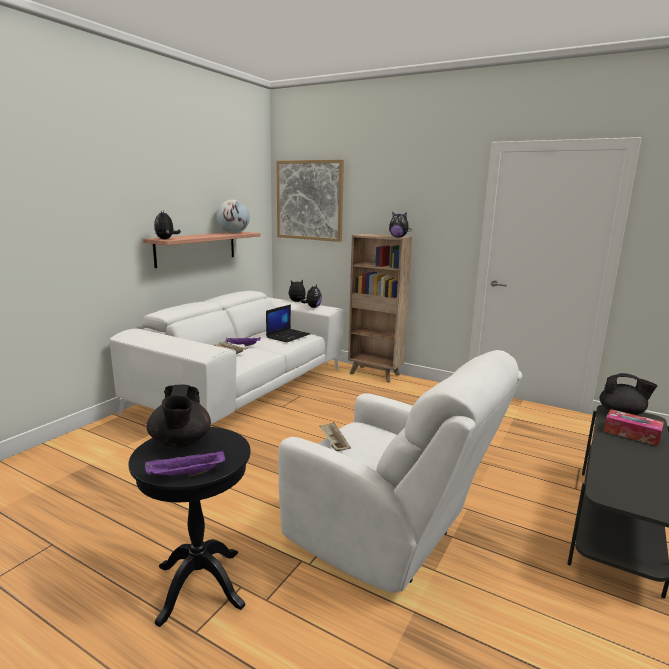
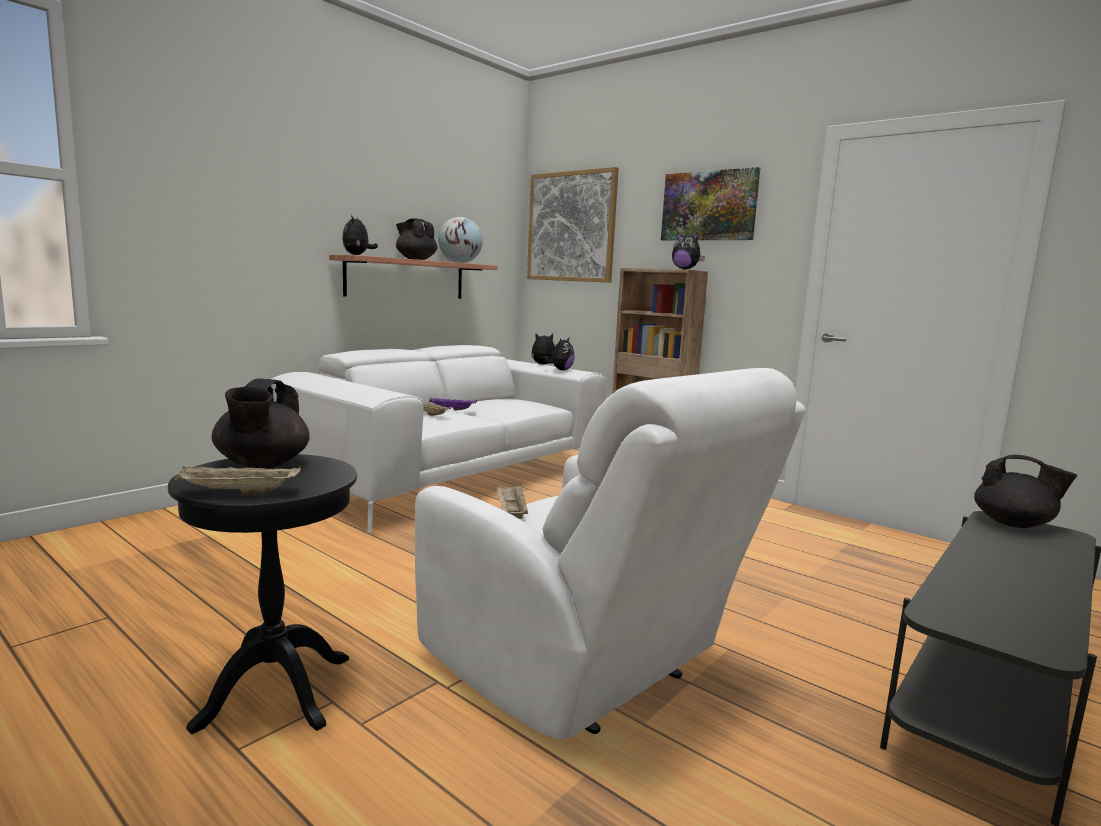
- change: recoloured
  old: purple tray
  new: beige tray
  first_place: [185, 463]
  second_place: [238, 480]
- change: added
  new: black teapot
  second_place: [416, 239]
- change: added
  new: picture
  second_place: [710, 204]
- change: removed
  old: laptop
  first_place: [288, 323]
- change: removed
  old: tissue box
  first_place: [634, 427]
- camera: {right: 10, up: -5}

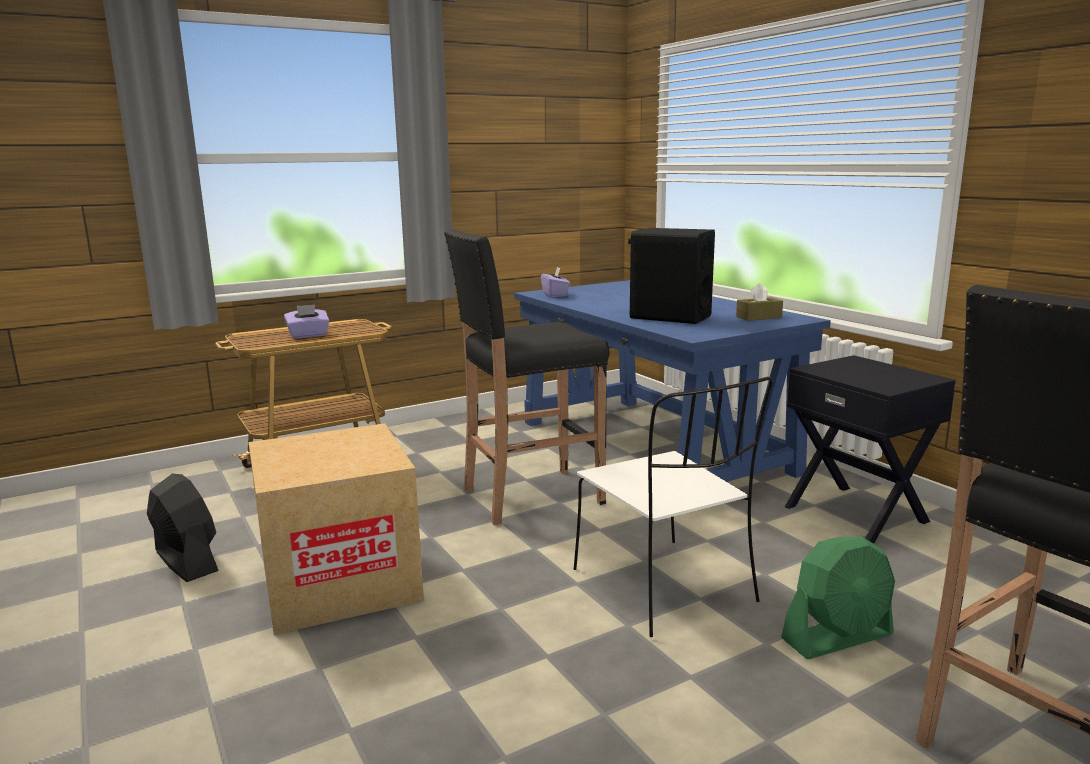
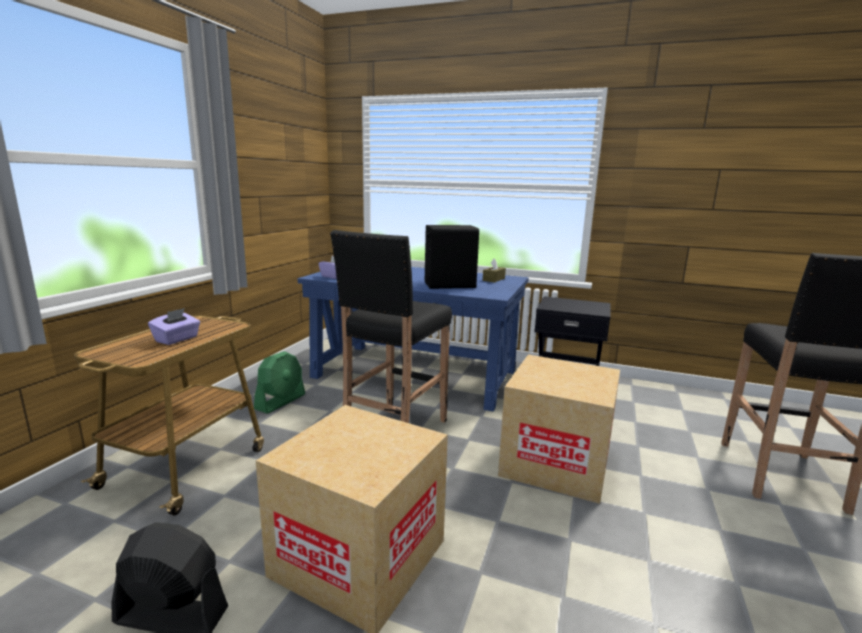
- change: moved
  old: green fan
  first_place: [838, 598]
  second_place: [279, 382]
- change: replaced
  old: white chair
  new: cardboard box
  first_place: [673, 507]
  second_place: [559, 429]
- camera: {right: -40, up: 0}

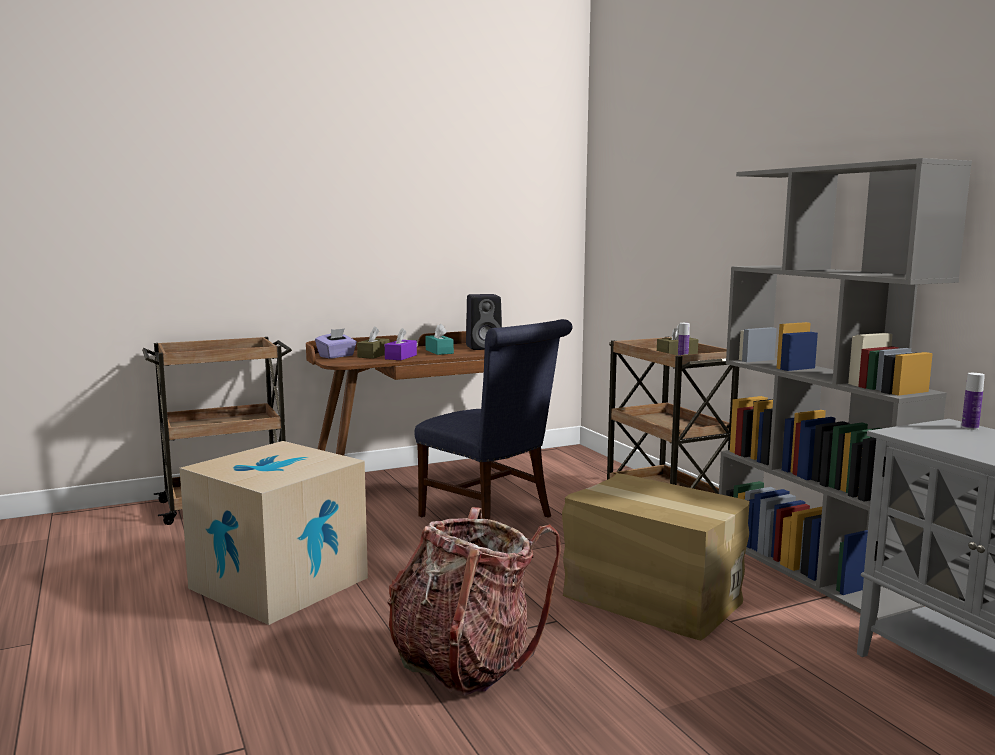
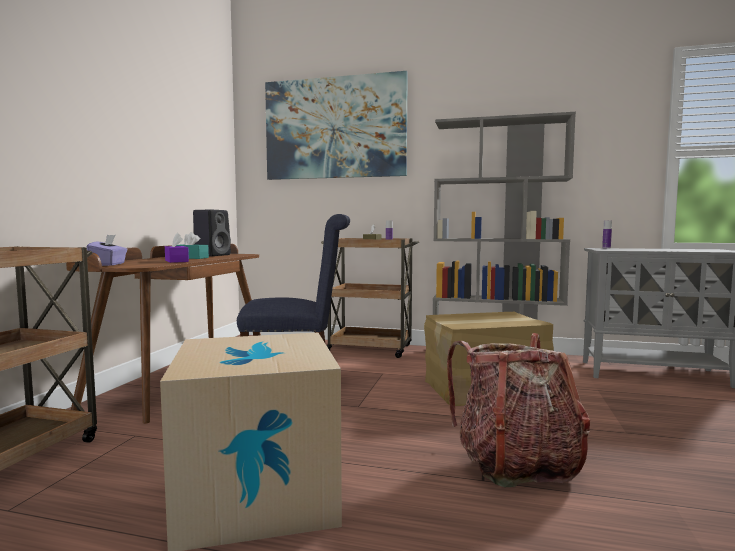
- change: added
  new: picture
  second_place: [336, 125]
- change: removed
  old: brown tissue box
  first_place: [373, 342]
- camera: {right: -50, up: -5}

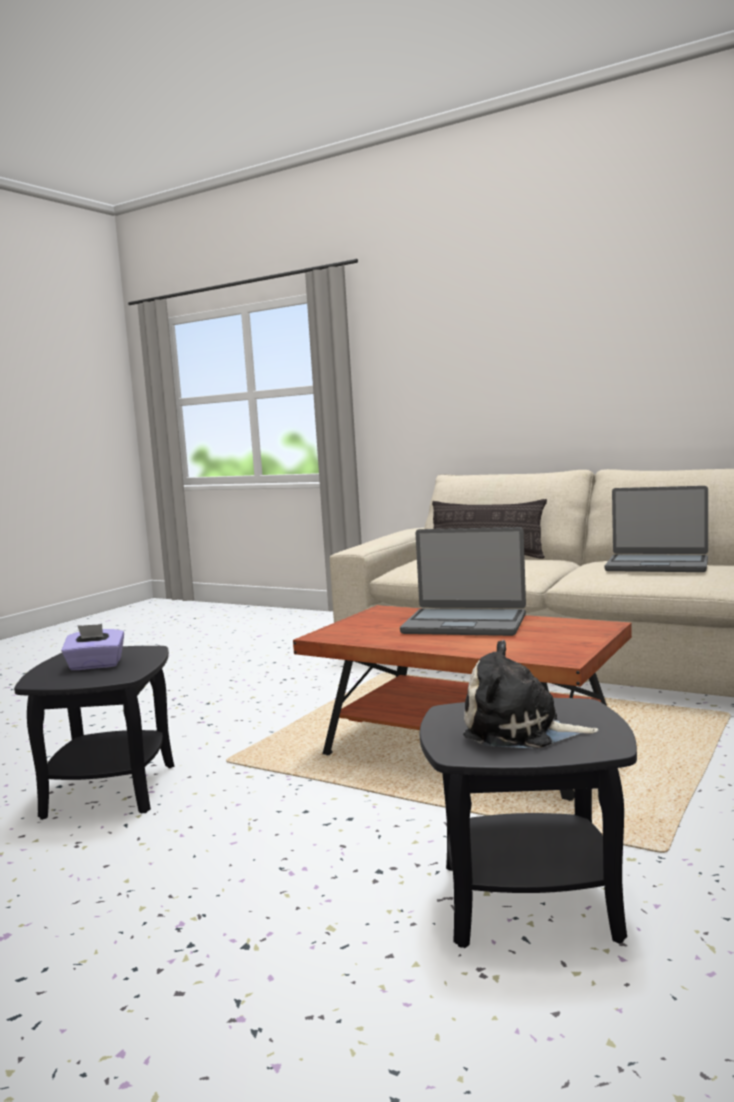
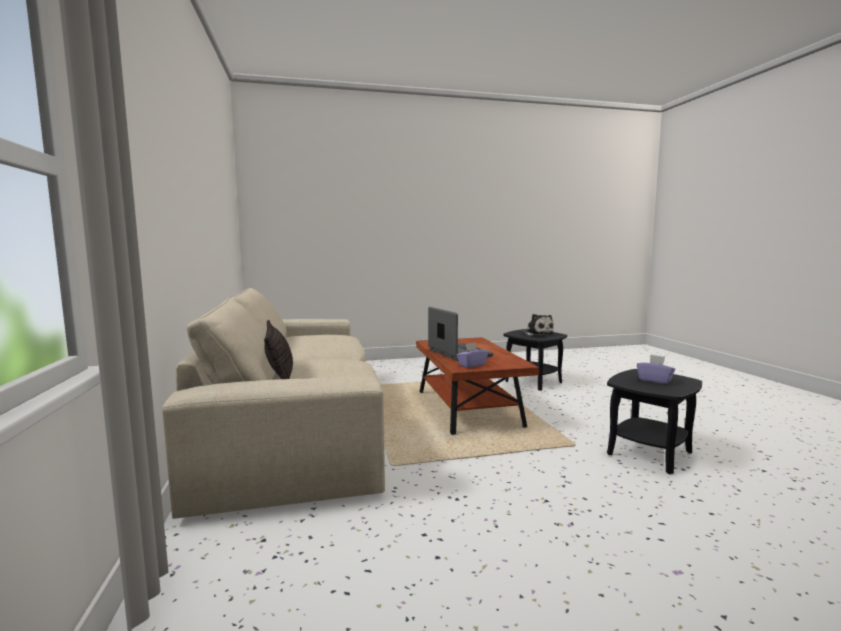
- change: added
  new: purple tissue box
  second_place: [472, 355]
- change: removed
  old: laptop
  first_place: [656, 529]
- camera: {right: -135, up: 0}

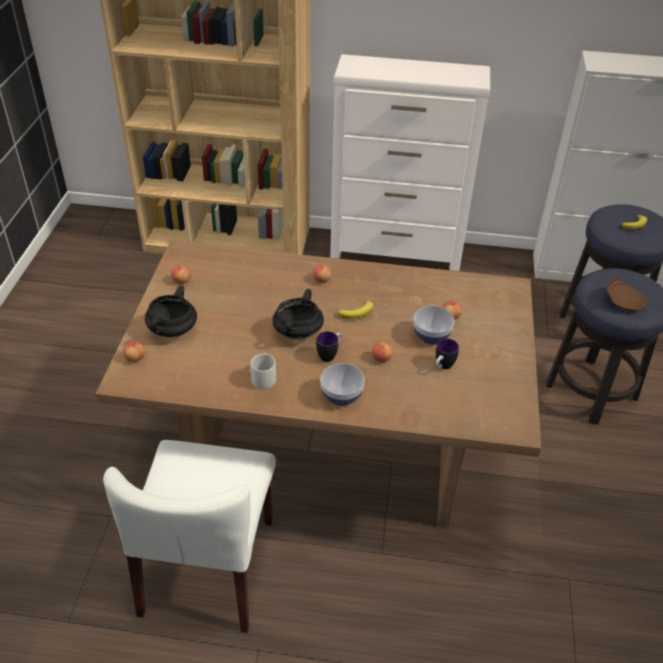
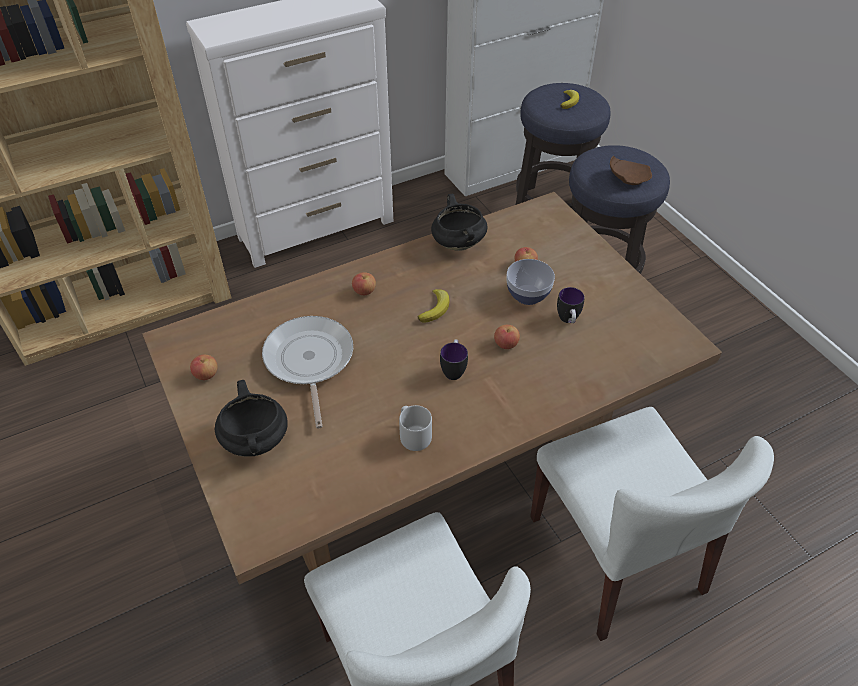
- change: added
  new: frying pan
  second_place: [307, 372]
- change: moved
  old: black cooking pot
  first_place: [298, 314]
  second_place: [459, 222]
- change: added
  new: white chair
  second_place: [652, 524]
- change: removed
  old: apple
  first_place: [134, 351]
- change: removed
  old: bowl
  first_place: [342, 384]
- camera: {right: -35, up: 5}

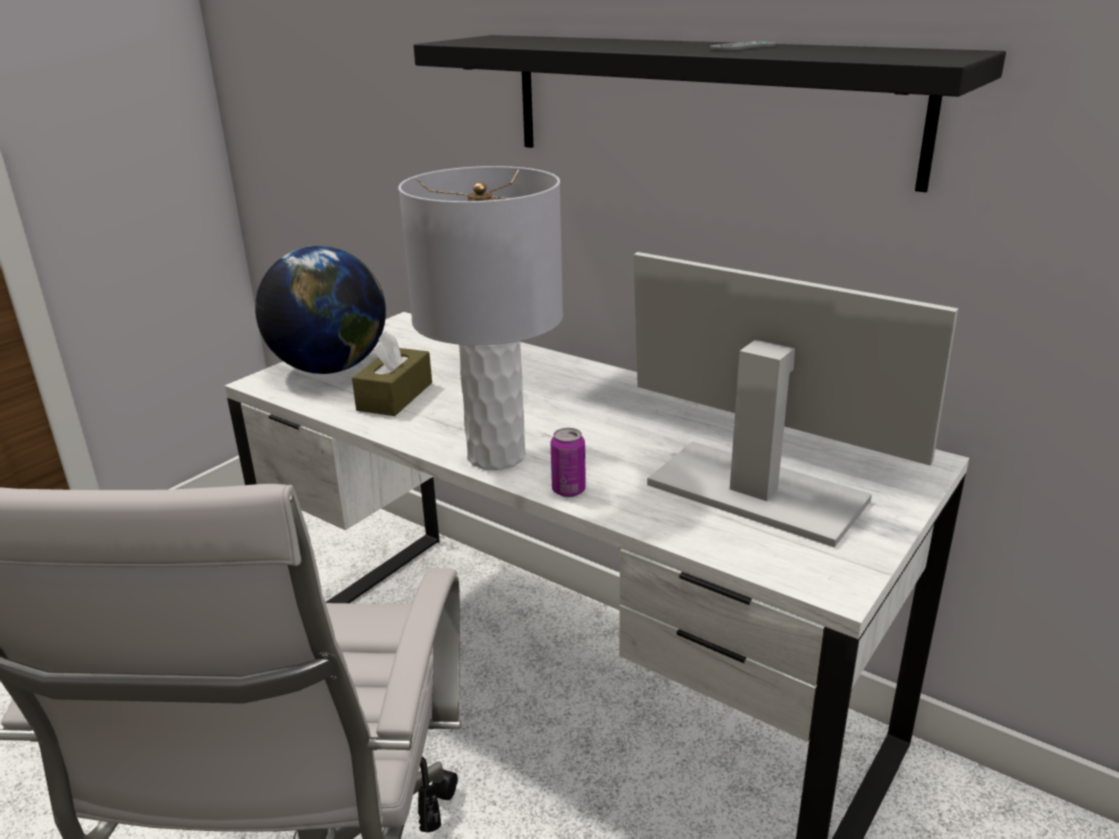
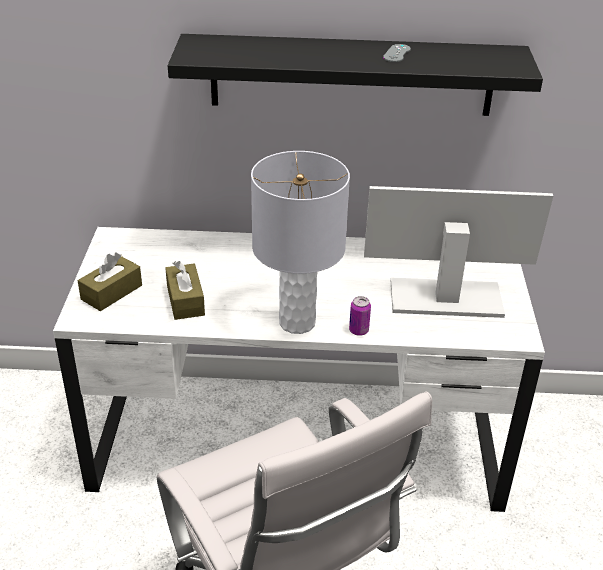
- change: replaced
  old: globe
  new: brown tissue box
  first_place: [320, 310]
  second_place: [110, 281]
- camera: {right: -35, up: 10}

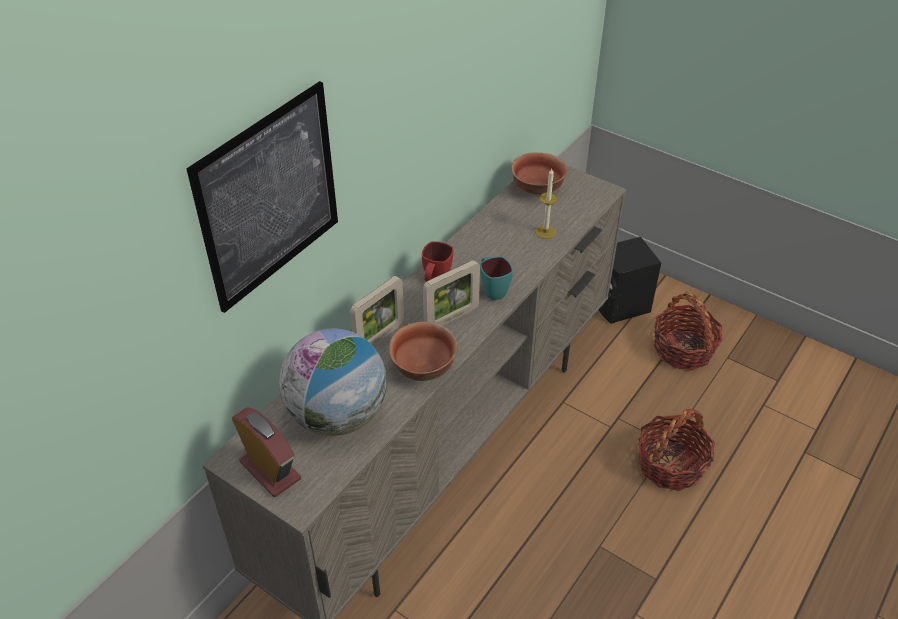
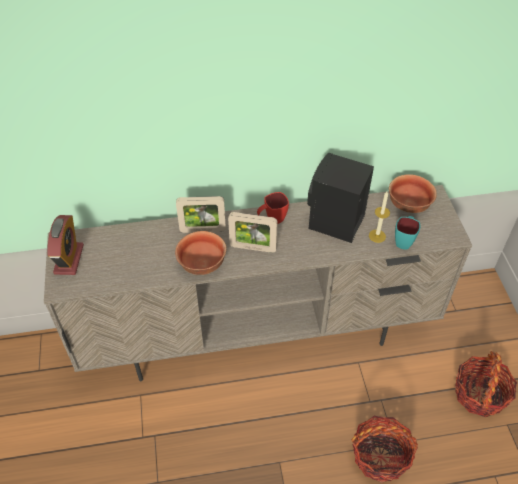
- change: moved
  old: black speaker
  first_place: [630, 280]
  second_place: [340, 198]
- change: moved
  old: turquoise mug
  first_place: [496, 278]
  second_place: [407, 233]
- change: removed
  old: picture
  first_place: [262, 197]
- change: removed
  old: globe
  first_place: [333, 382]
- camera: {right: 45, up: 5}

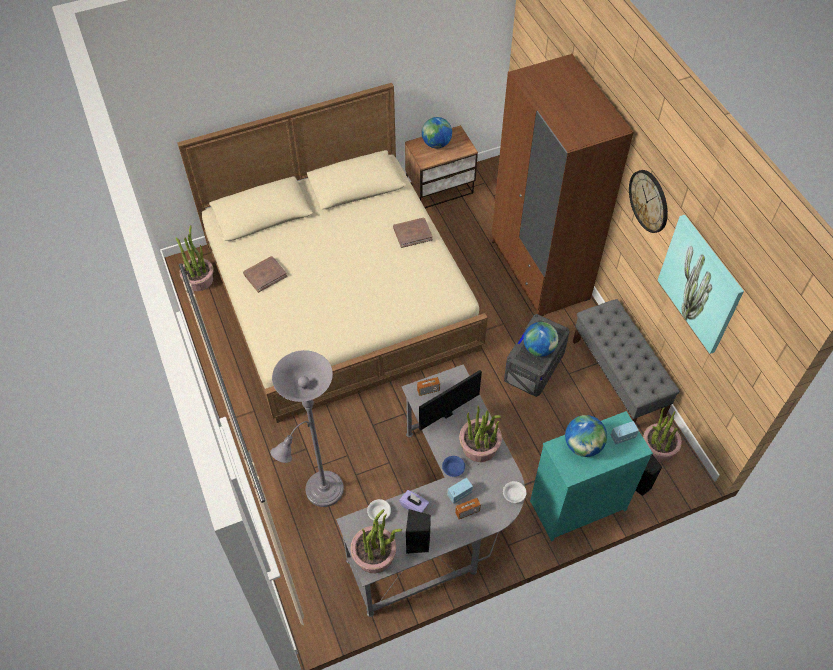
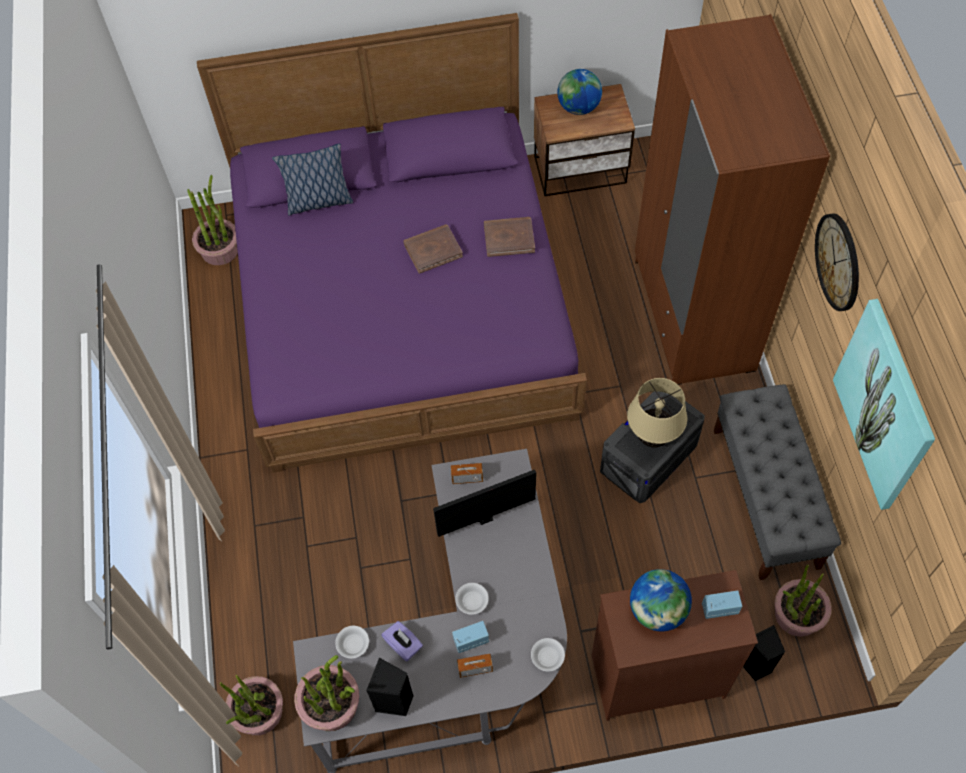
- change: recoloured
  old: beige bed
  new: purple bed
  first_place: [332, 253]
  second_place: [392, 243]
- change: moved
  old: potted plant
  first_place: [480, 434]
  second_place: [251, 705]
- change: added
  new: pillow
  second_place: [312, 180]
- change: moved
  old: brown book
  first_place: [265, 274]
  second_place: [433, 249]
- change: recoloured
  old: blue bowl
  new: white bowl
  first_place: [453, 466]
  second_place: [472, 599]
- change: recoloured
  old: turquoise dresser
  new: brown dresser
  first_place: [591, 476]
  second_place: [675, 645]
- change: replaced
  old: globe
  new: beige table lamp
  first_place: [540, 339]
  second_place: [657, 412]
- change: removed
  old: grey floor lamp
  first_place: [307, 428]
- camera: {right: 15, up: 5}

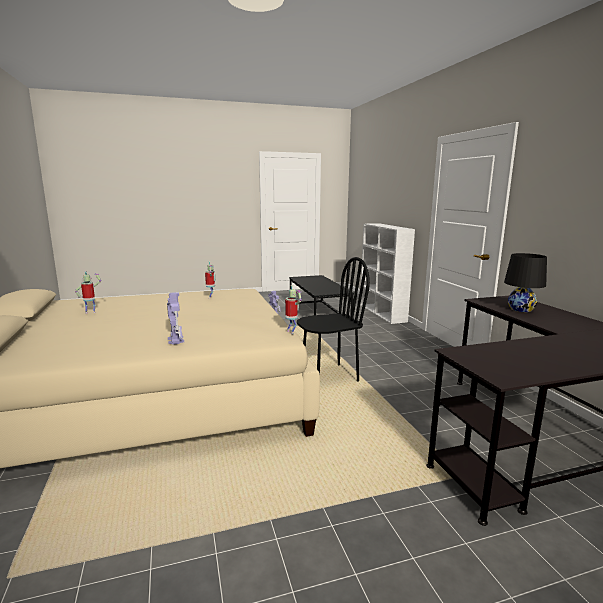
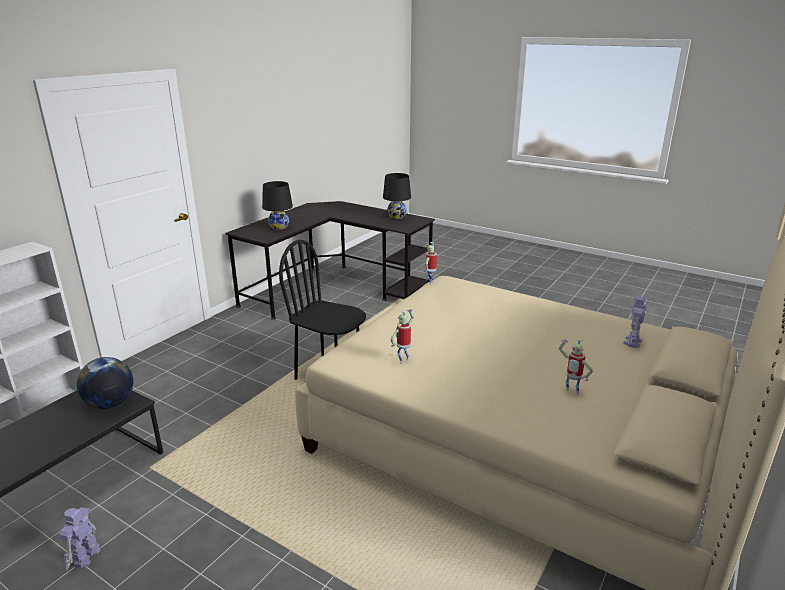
- change: added
  new: globe
  second_place: [105, 383]
- change: added
  new: black table lamp
  second_place: [397, 196]
- change: moved
  old: toy robot
  first_place: [175, 318]
  second_place: [634, 322]
- camera: {right: -130, up: 10}

